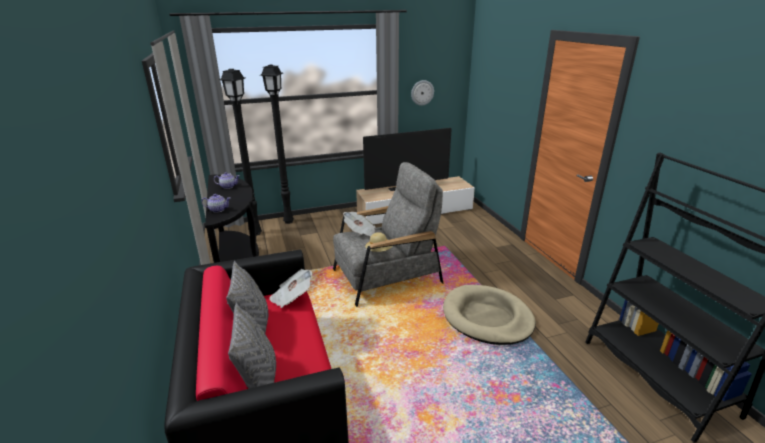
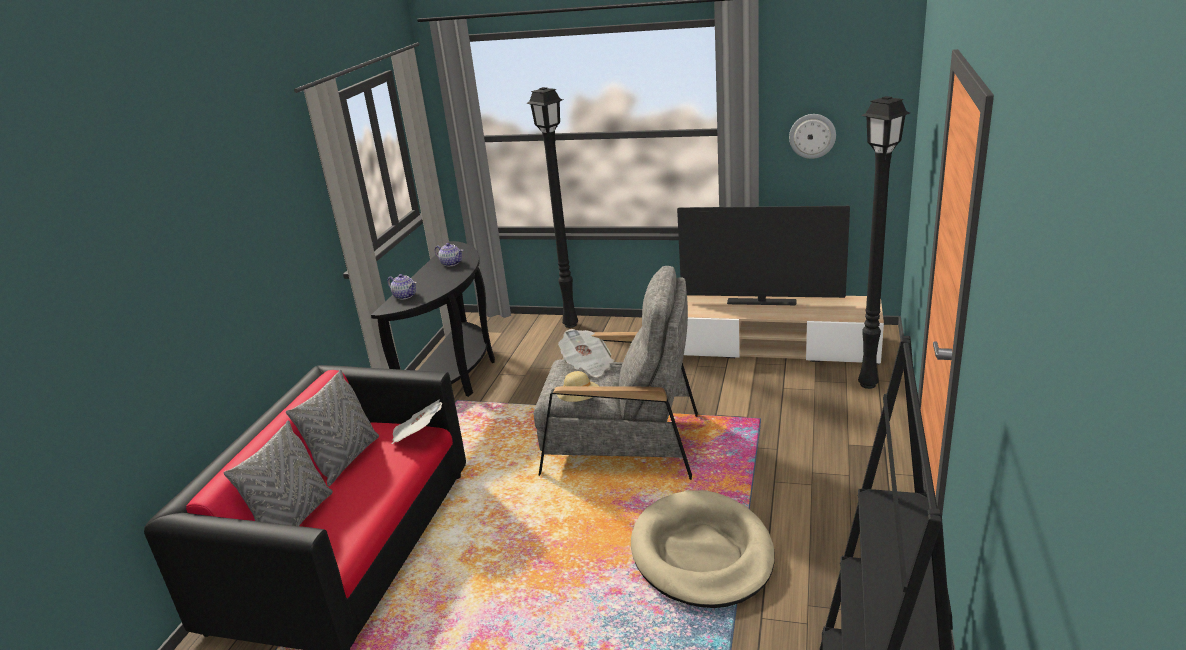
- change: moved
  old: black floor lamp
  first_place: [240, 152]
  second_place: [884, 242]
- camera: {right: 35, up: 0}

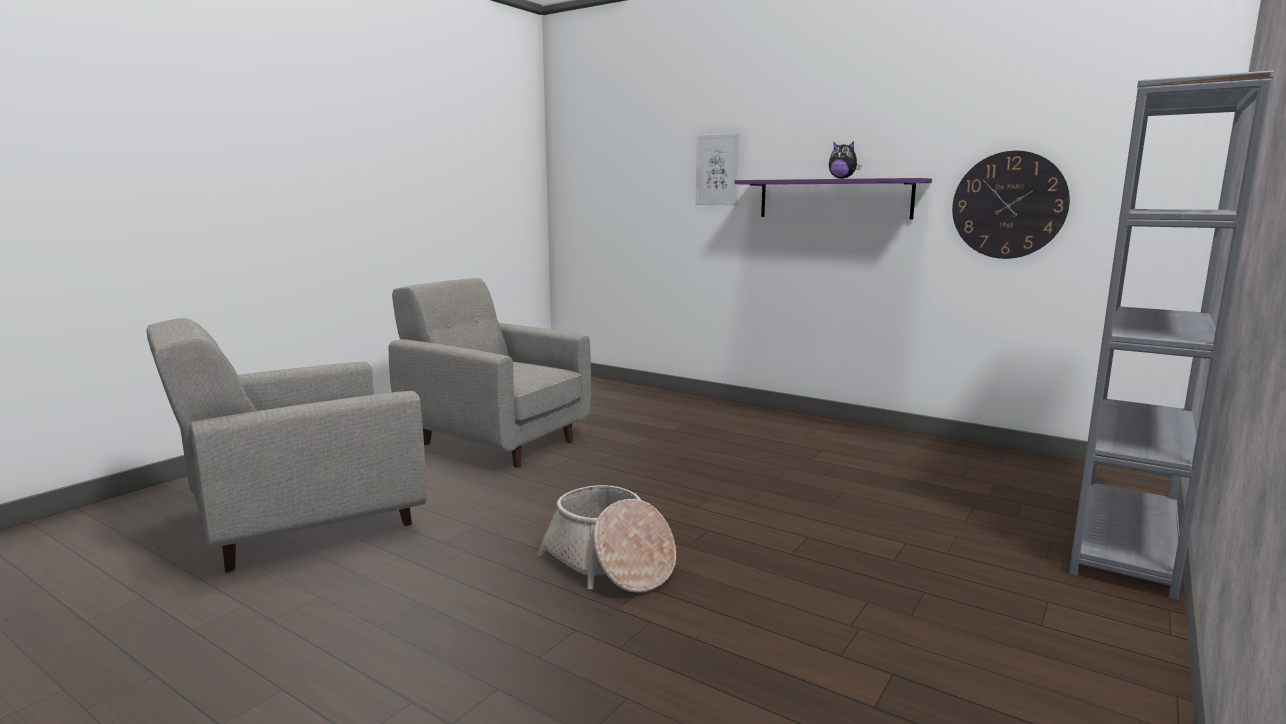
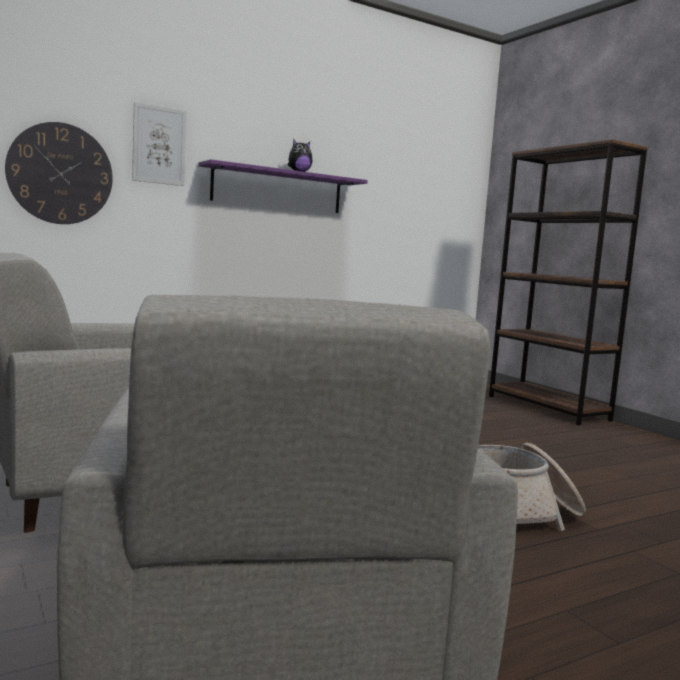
- change: moved
  old: wall clock
  first_place: [1011, 205]
  second_place: [59, 173]
- change: recoloured
  old: grey bookcase
  new: brown bookcase
  first_place: [1171, 335]
  second_place: [568, 282]
- camera: {right: -65, up: -5}

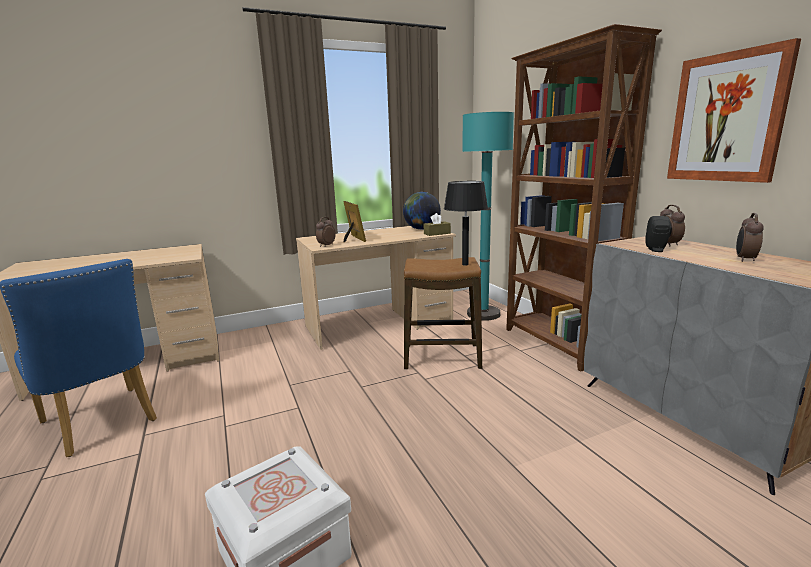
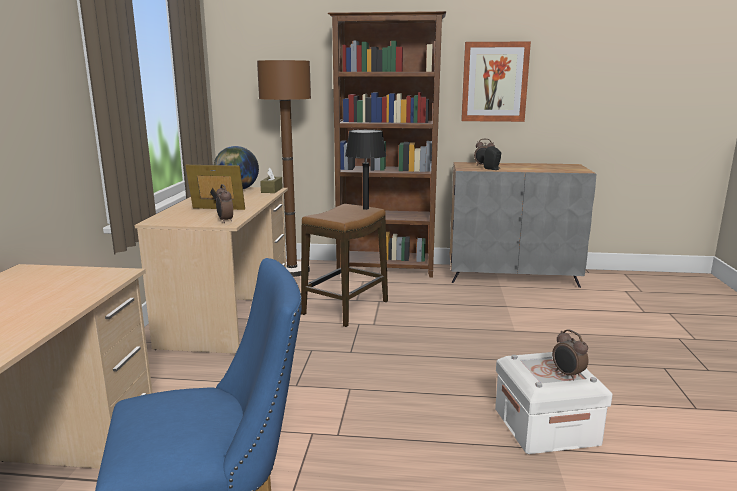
- change: recoloured
  old: turquoise floor lamp
  new: brown floor lamp
  first_place: [488, 216]
  second_place: [284, 168]
- change: moved
  old: alarm clock
  first_place: [749, 237]
  second_place: [570, 354]
- camera: {right: -60, up: 0}

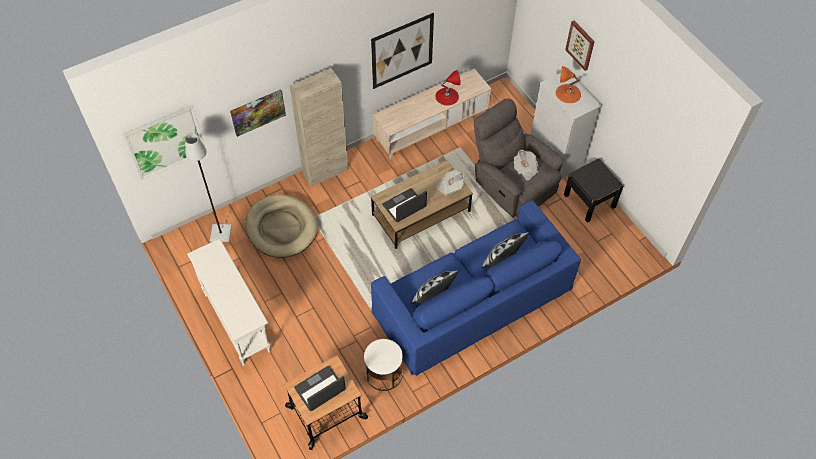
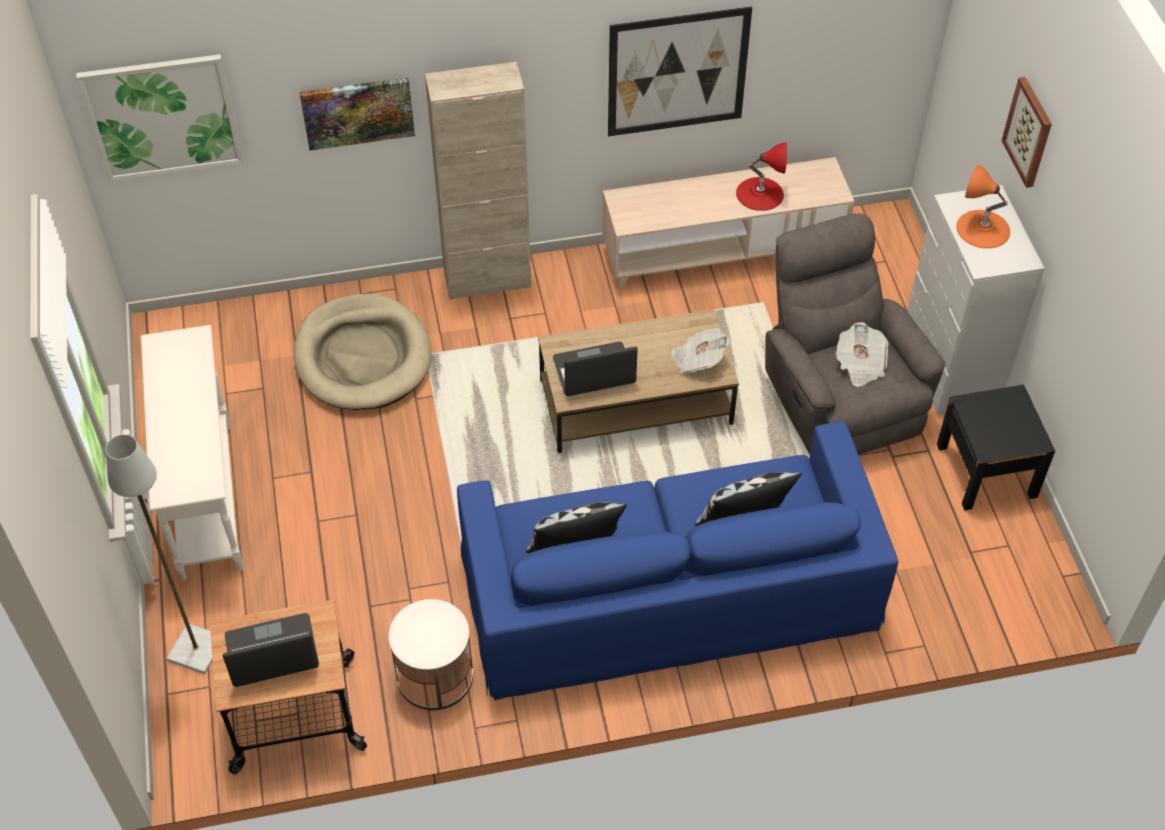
- change: moved
  old: grey floor lamp
  first_place: [208, 187]
  second_place: [159, 554]
- camera: {right: 20, up: -5}

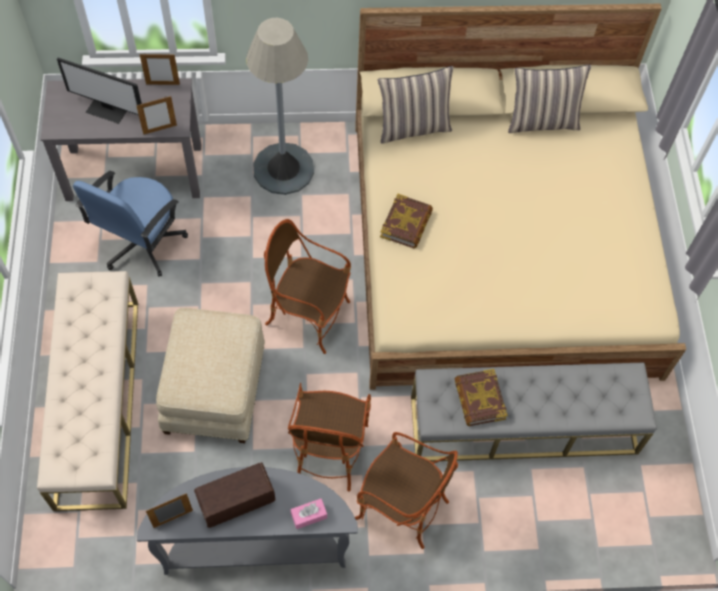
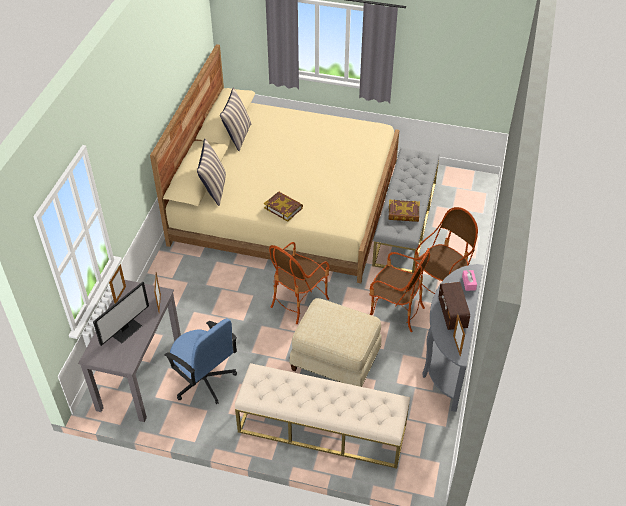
- change: removed
  old: grey floor lamp
  first_place: [280, 106]
- camera: {right: -70, up: -15}

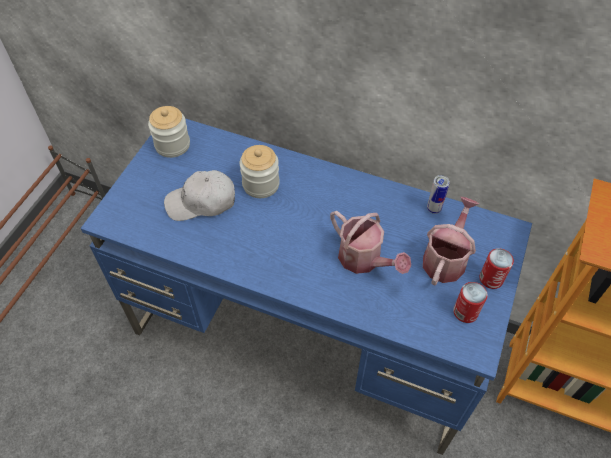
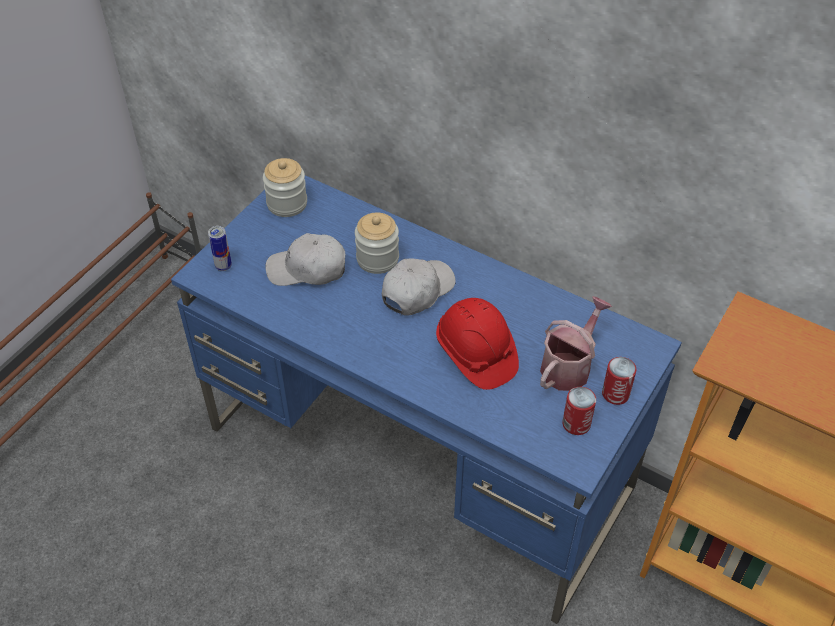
- change: moved
  old: can
  first_place: [438, 194]
  second_place: [220, 248]
- change: added
  new: white cap
  second_place: [419, 287]
- change: replaced
  old: watering can
  new: red hard hat
  first_place: [370, 242]
  second_place: [477, 344]
- camera: {right: 10, up: -5}

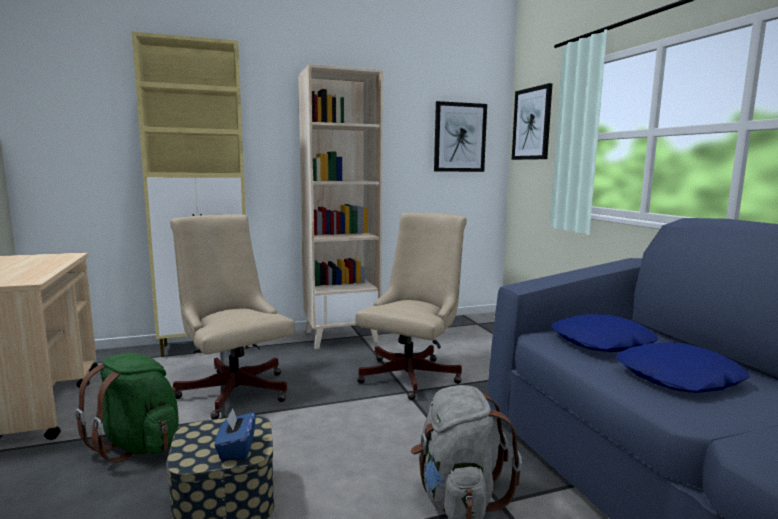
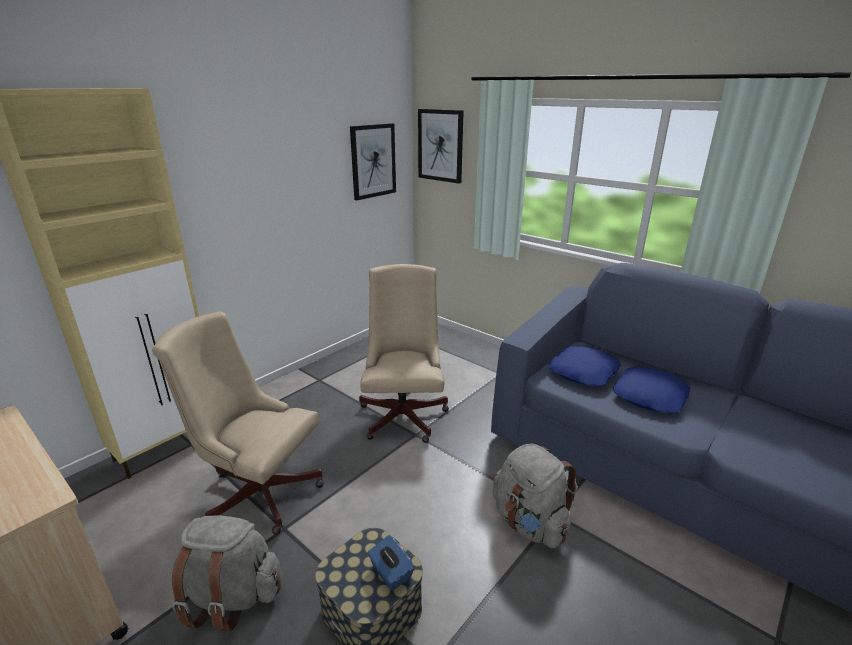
- change: recoloured
  old: green backpack
  new: grey backpack
  first_place: [126, 408]
  second_place: [227, 573]
- change: removed
  old: beige bookcase
  first_place: [340, 206]
- camera: {right: -30, up: 15}

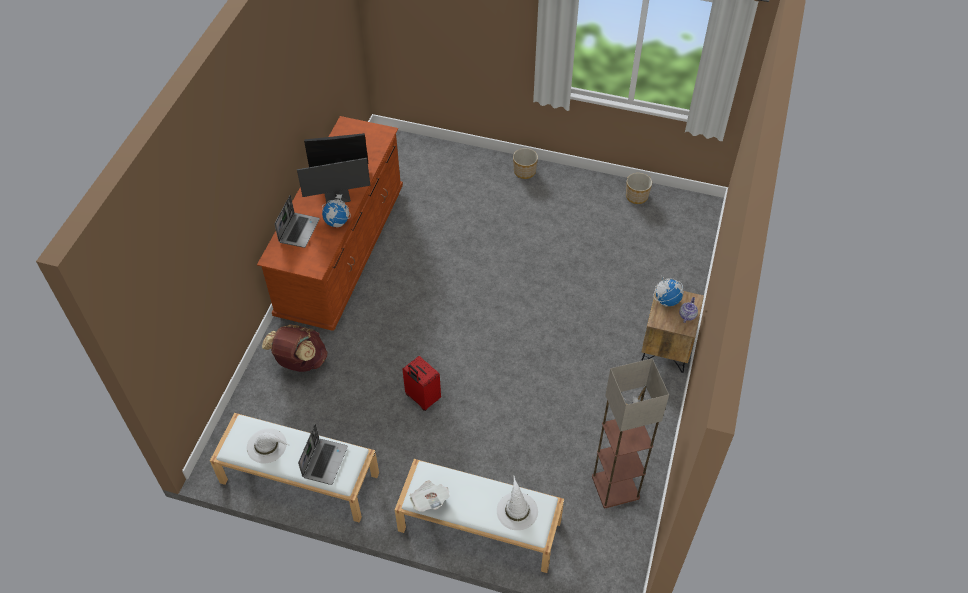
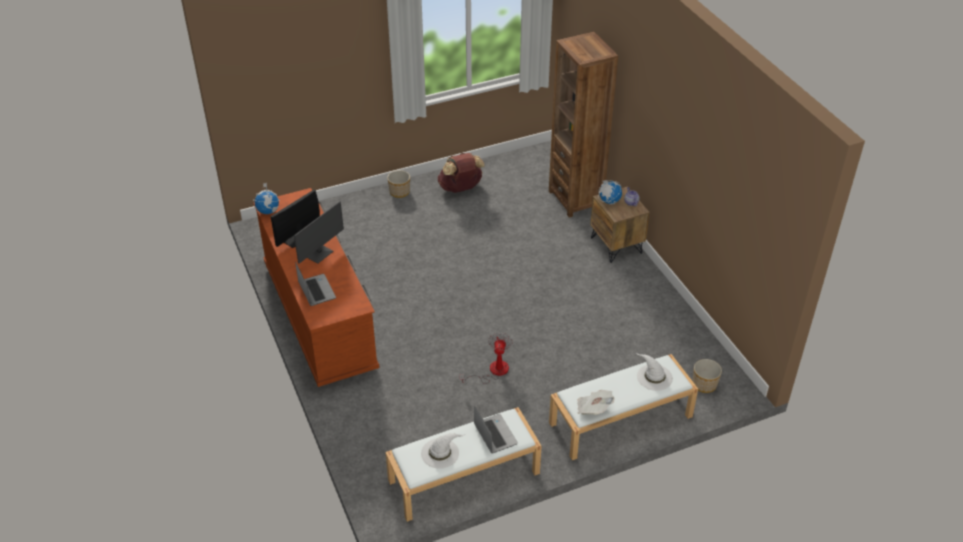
- change: moved
  old: globe
  first_place: [336, 210]
  second_place: [266, 198]
- change: moved
  old: brown backpack
  first_place: [295, 348]
  second_place: [461, 173]
- change: replaced
  old: red suitcase
  new: fan
  first_place: [421, 383]
  second_place: [486, 358]
- change: added
  new: brown bookcase
  second_place: [583, 124]
- change: moved
  old: planter
  first_place: [639, 188]
  second_place: [707, 376]
- change: removed
  old: floor lamp
  first_place: [630, 433]
- camera: {right: -40, up: -10}

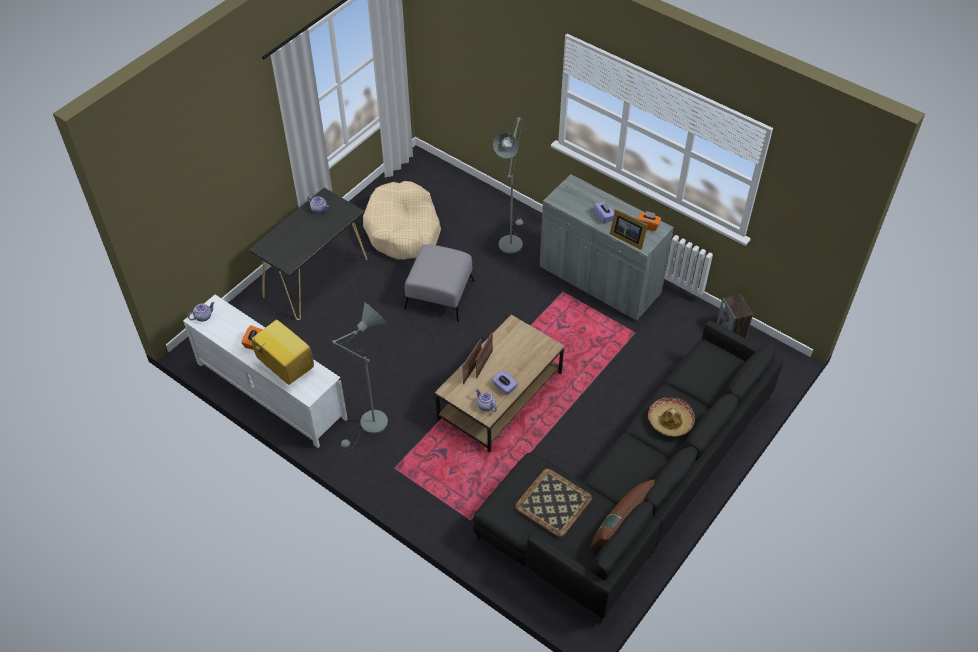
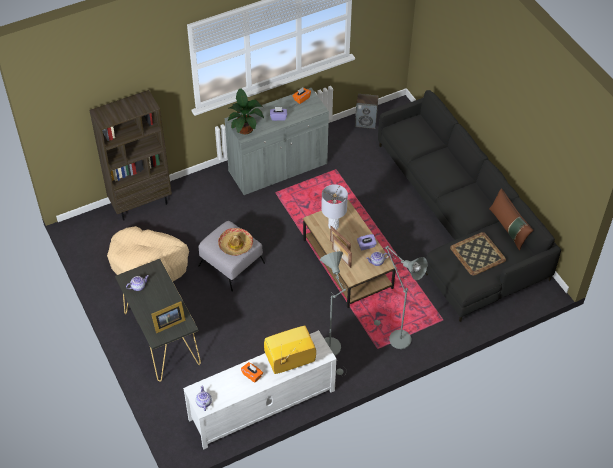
- change: added
  new: brown bookcase
  second_place: [130, 155]
- change: moved
  old: picture frame
  first_place: [629, 229]
  second_place: [168, 317]
- change: moved
  old: hat
  first_place: [671, 417]
  second_place: [235, 242]
- change: added
  new: potted plant
  second_place: [246, 111]
- change: added
  new: grey table lamp
  second_place: [334, 207]
- change: moved
  old: grey floor lamp
  first_place: [508, 185]
  second_place: [400, 297]
- camera: {right: -65, up: 0}

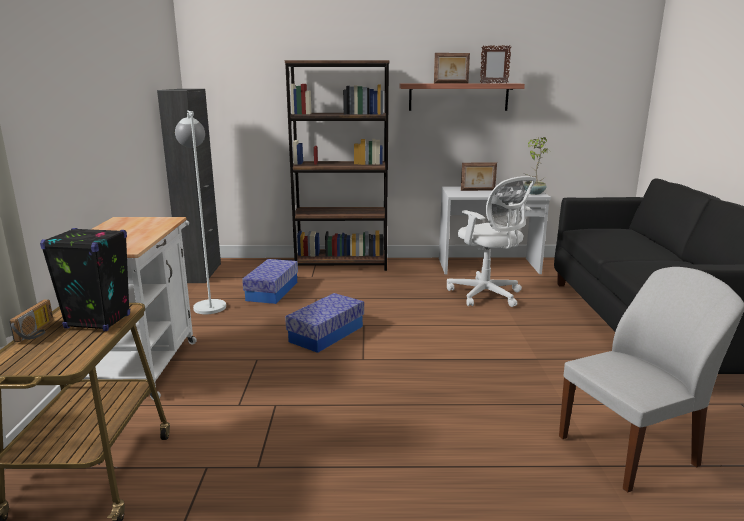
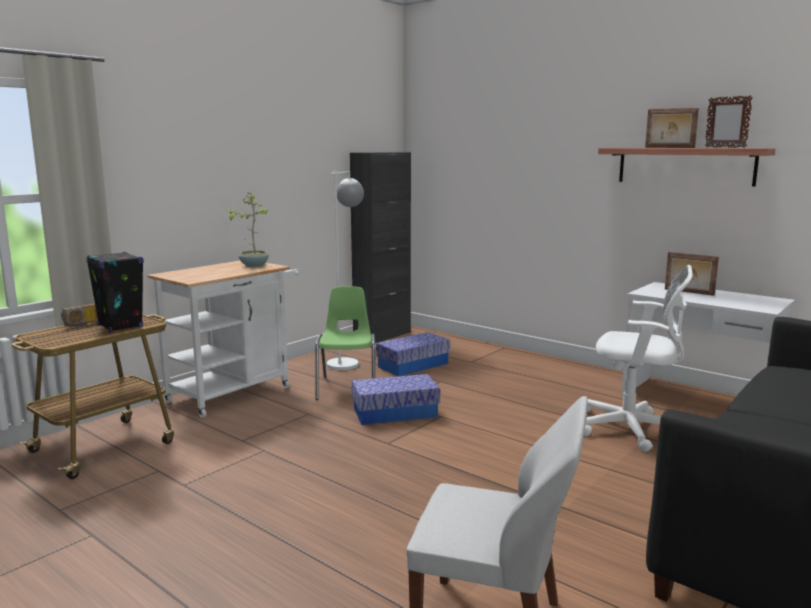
- change: moved
  old: potted plant
  first_place: [537, 166]
  second_place: [247, 230]
- change: added
  new: green chair
  second_place: [345, 343]
- change: turned
  old: white office chair
  first_place: [491, 241]
  second_place: [638, 358]
  degrees: -75
- change: removed
  old: brown bookcase
  first_place: [337, 165]
- camera: {right: 40, up: -5}

